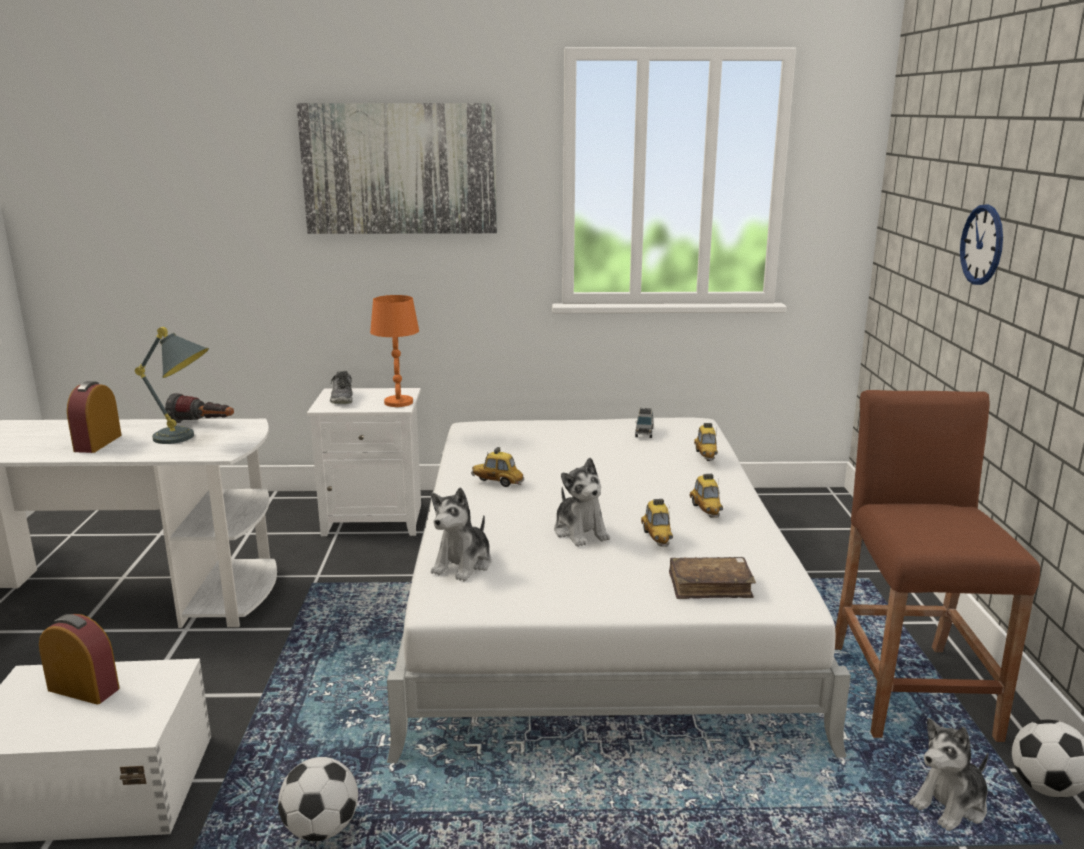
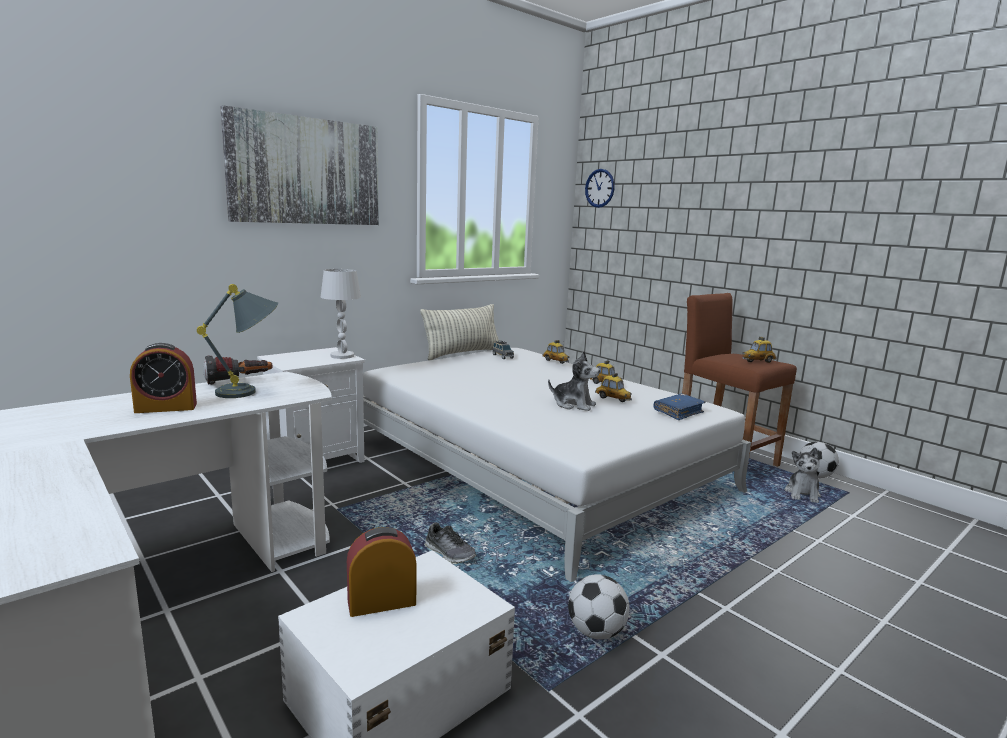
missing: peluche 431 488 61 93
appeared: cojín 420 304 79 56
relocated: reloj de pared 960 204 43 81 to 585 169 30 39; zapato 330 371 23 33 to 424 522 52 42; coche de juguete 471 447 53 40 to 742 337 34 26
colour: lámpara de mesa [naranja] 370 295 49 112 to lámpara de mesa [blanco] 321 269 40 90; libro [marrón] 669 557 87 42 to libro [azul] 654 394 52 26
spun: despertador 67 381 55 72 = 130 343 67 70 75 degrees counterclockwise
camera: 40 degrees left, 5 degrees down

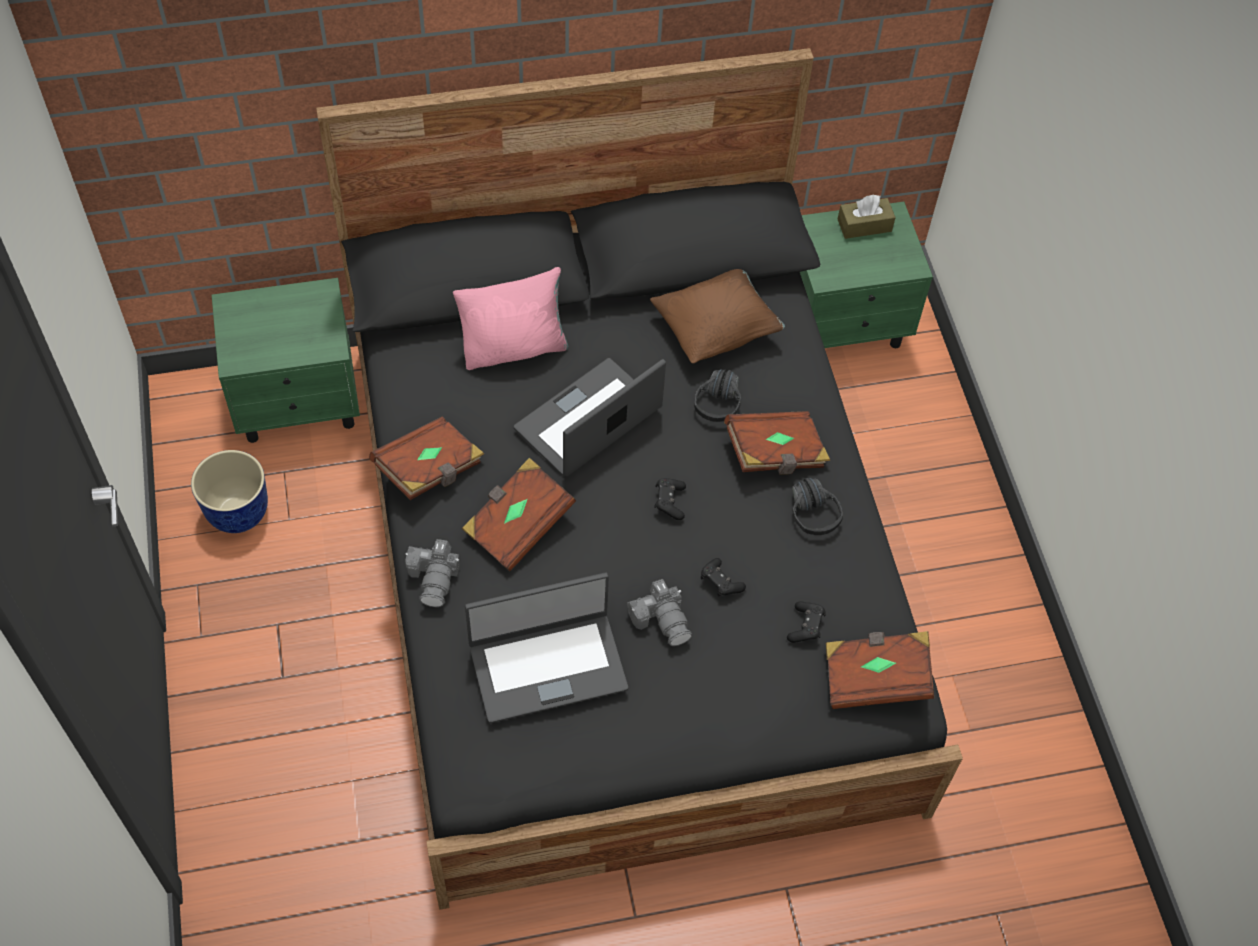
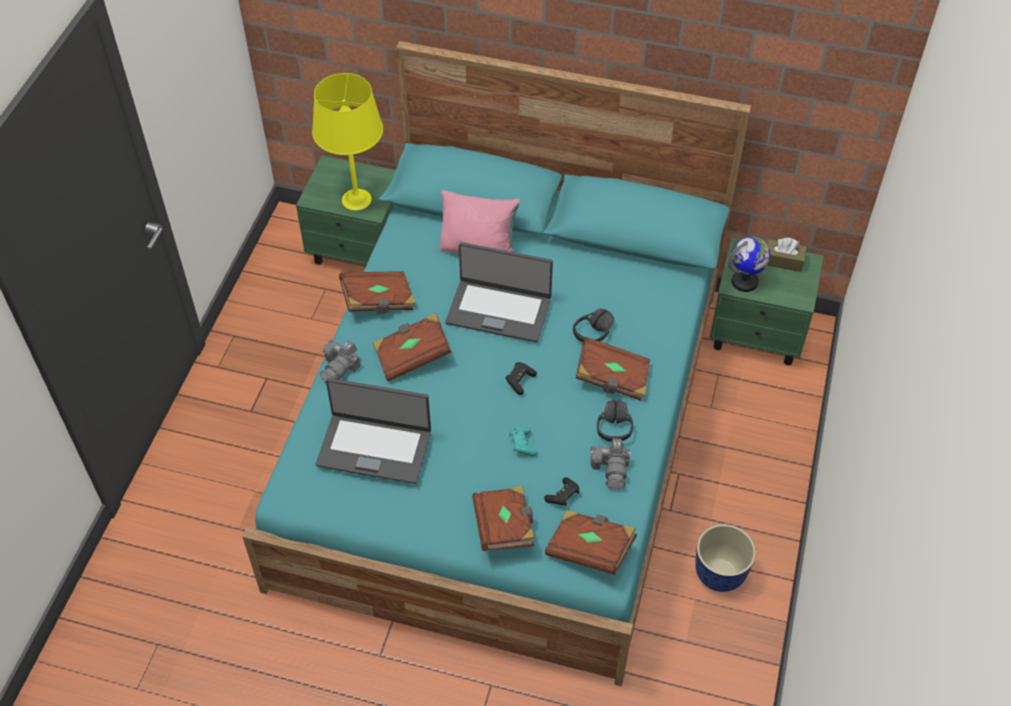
missing: cojín [marrón] 650 269 135 94
appeared: lámpara de mesa [amarillo] 312 73 71 138; globo terráqueo 728 236 42 56; libro [marrón] 472 486 62 65
relocated: maceta 191 450 77 83 to 695 524 61 68; cámara 627 579 65 67 to 591 439 40 50
colour: cama [negro] 316 48 647 862 to cama [turquesa] 242 41 509 645; mando de consola [negro] 701 558 45 39 to mando de consola [turquesa] 509 427 28 29
spun: portátil 513 358 153 118 = 445 242 108 100 150 degrees counterclockwise
camera: 30 degrees right, 5 degrees down

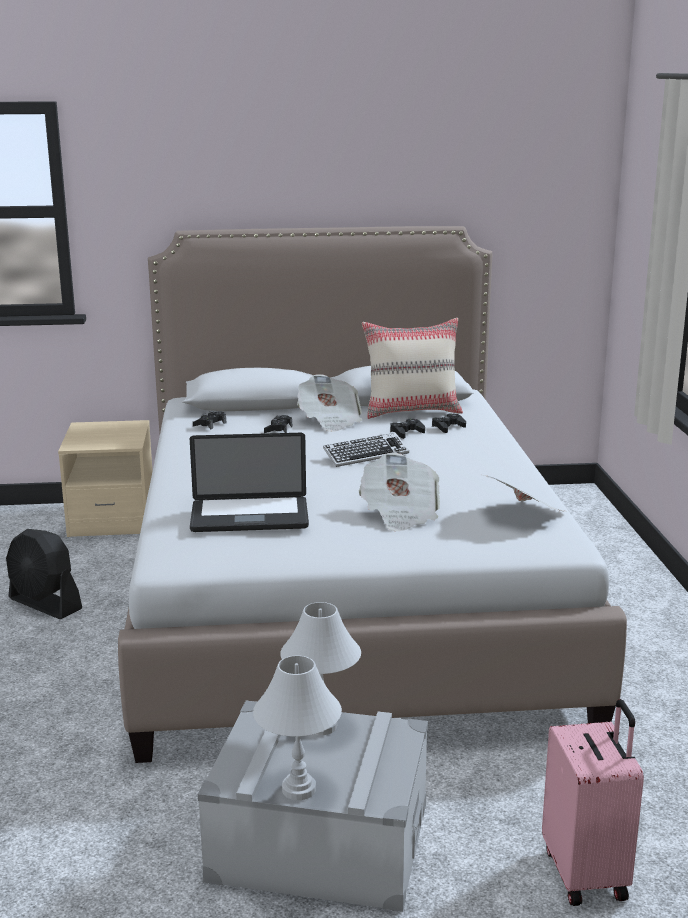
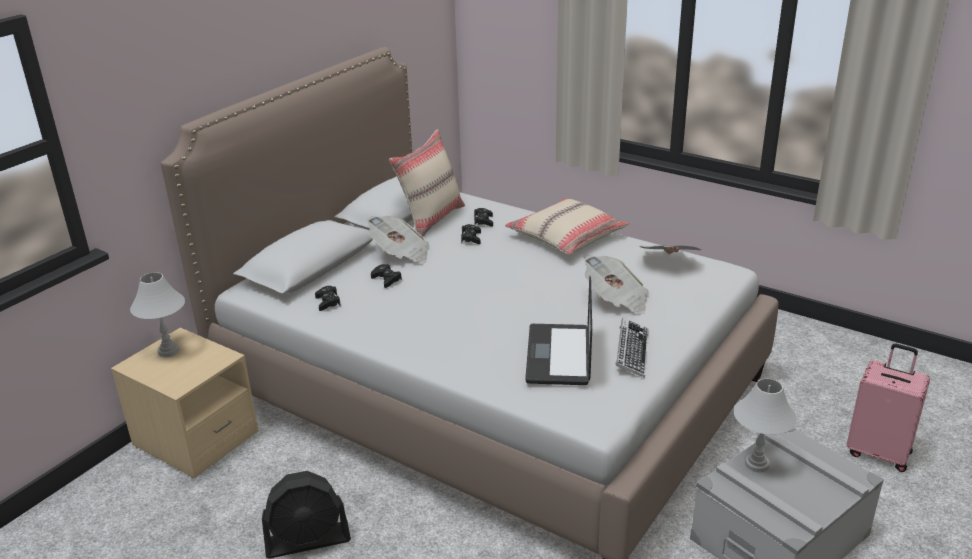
appeared: cojín [beis] 505 197 124 58
relocated: teclado 323 433 86 34 to 615 318 34 60; lámpara de mesa [blanco] 253 655 89 145 to 130 272 55 85
spun: portátil 190 433 119 99 = 525 276 67 109 150 degrees clockwise
camera: 50 degrees left, 10 degrees up

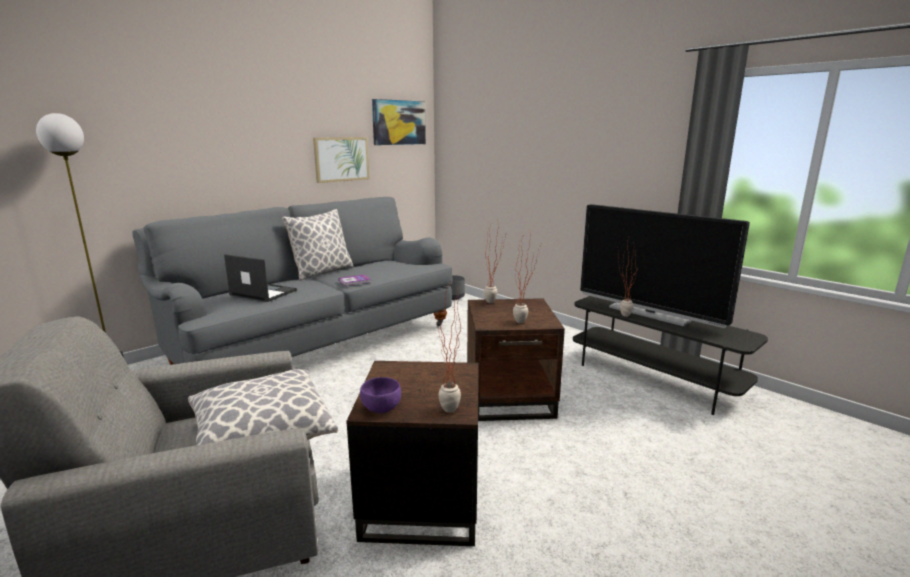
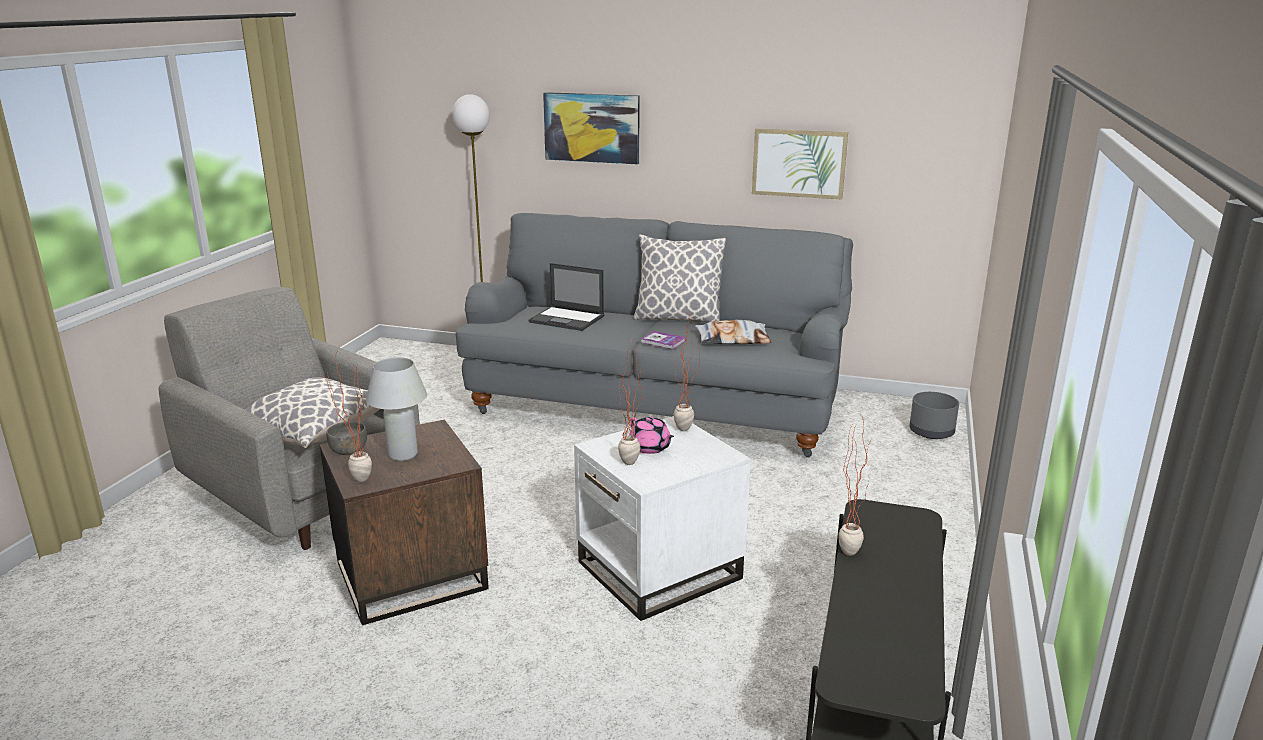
missing: televisor 580 204 170 124
appeared: cojín 695 320 76 24; lámpara de mesa [blanco] 366 357 61 104; tetera [rosa] 629 417 45 37
relocated: cuadro 372 99 54 46 to 543 92 96 72
colour: mesa auxiliar [marrón] 467 298 98 123 to mesa auxiliar [blanco] 574 416 177 205; cuenco [morado] 360 377 41 36 to cuenco [gris] 326 421 41 34
spun: portátil 224 254 73 48 = 528 263 76 68 120 degrees clockwise
camera: 60 degrees right, 5 degrees up

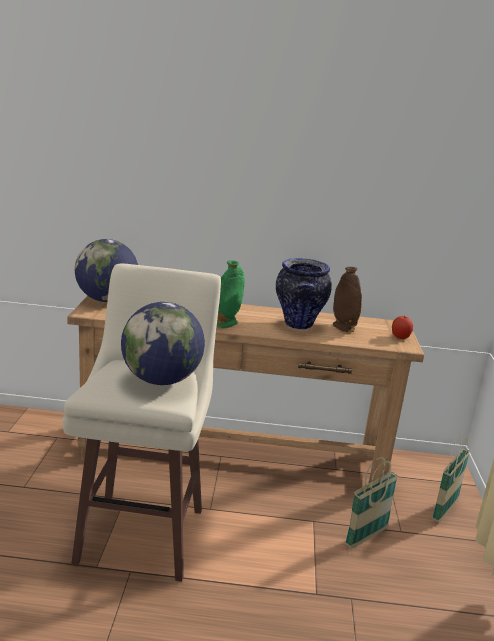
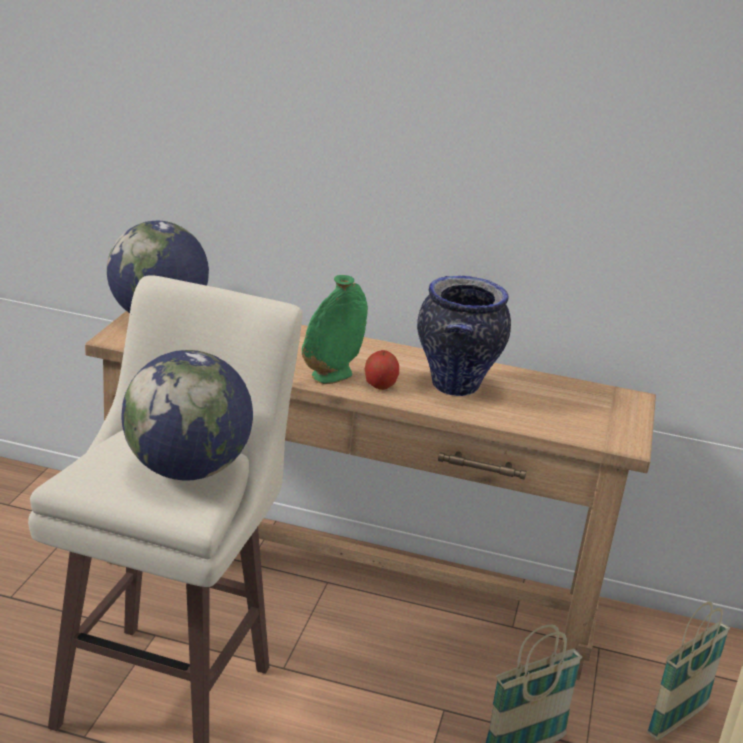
missing: florero [marrón] 333 267 29 66
relocated: manzana 392 316 21 23 to 364 350 35 40
camera: 10 degrees right, 5 degrees up

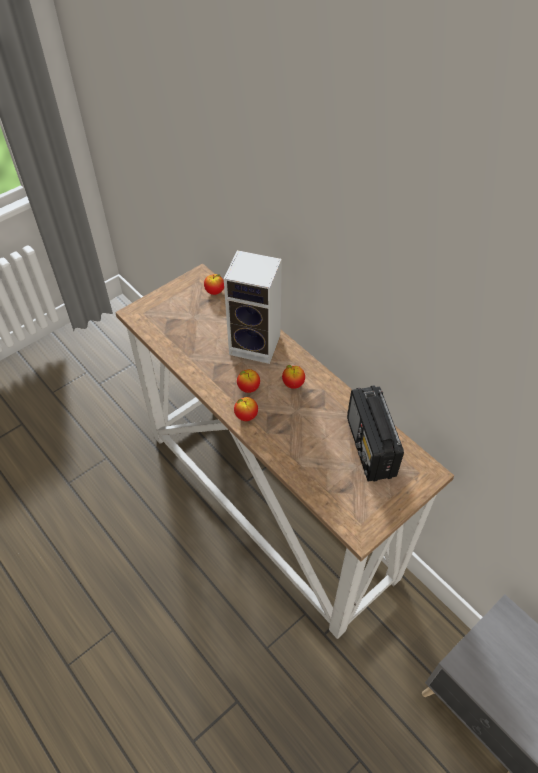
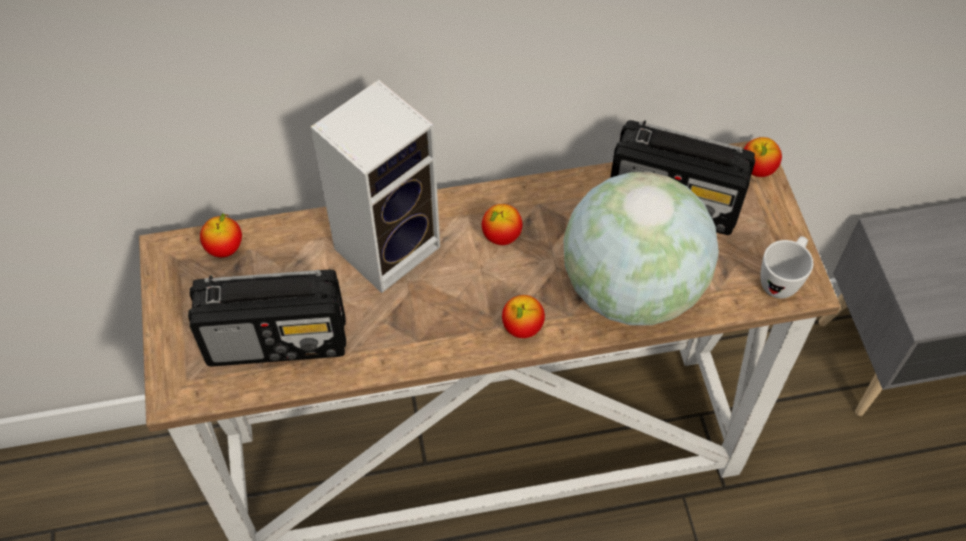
appeared: globo terráqueo 564 172 155 153; taza grande [blanco] 760 236 53 62; radio 188 270 158 97
relocated: manzana 237 369 23 24 to 744 137 38 40
camera: 60 degrees left, 5 degrees up

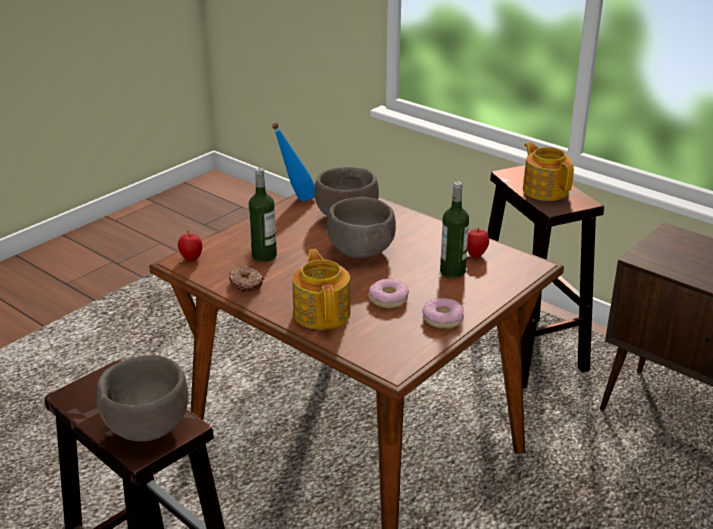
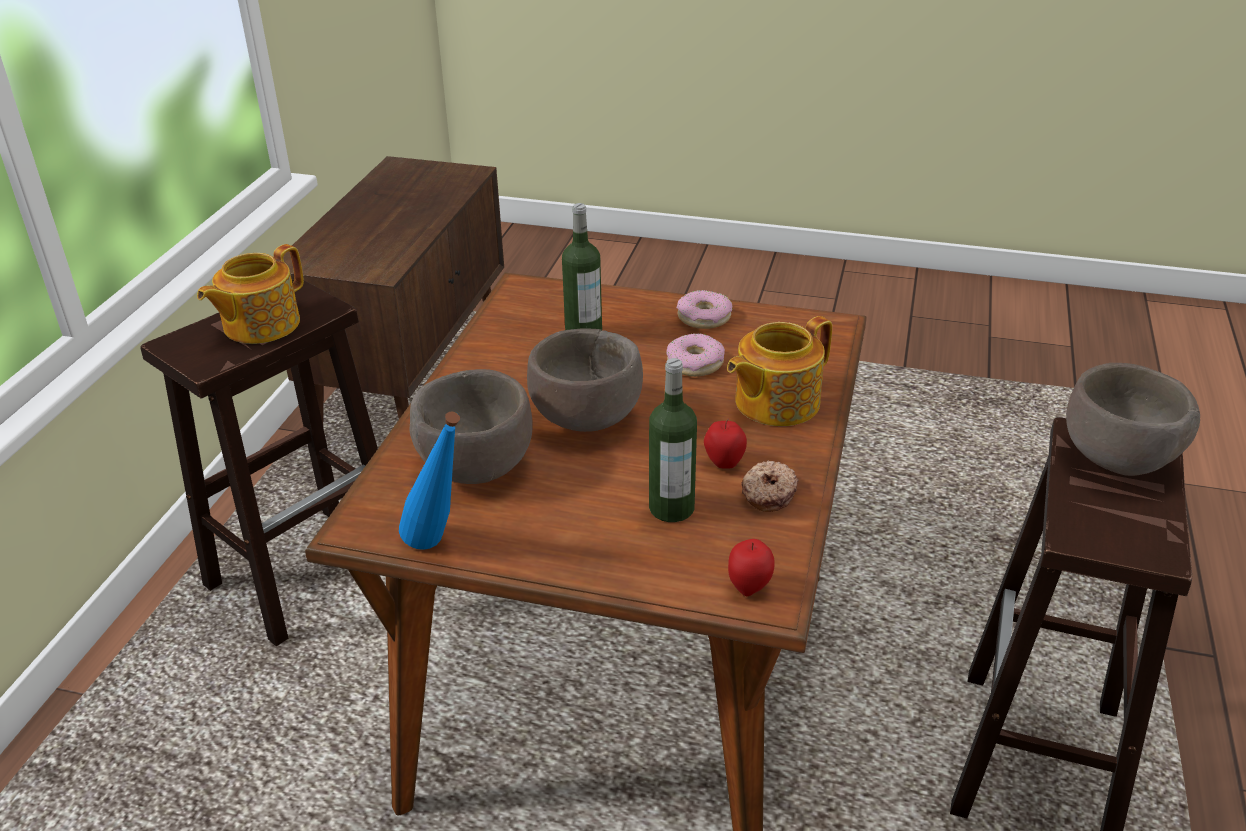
relocated: manzana 467 228 22 30 to 704 418 43 51
camera: 115 degrees left, 5 degrees up

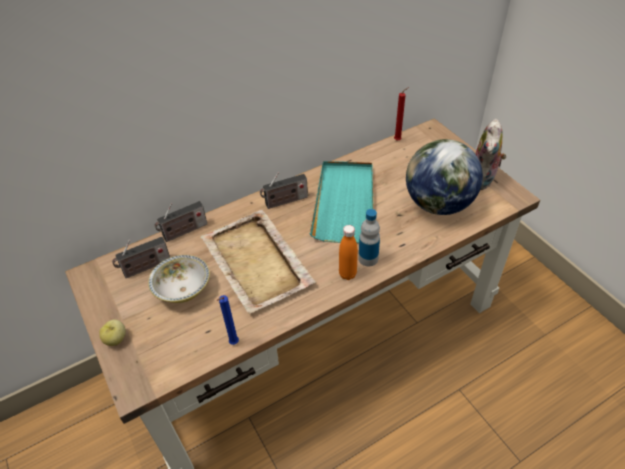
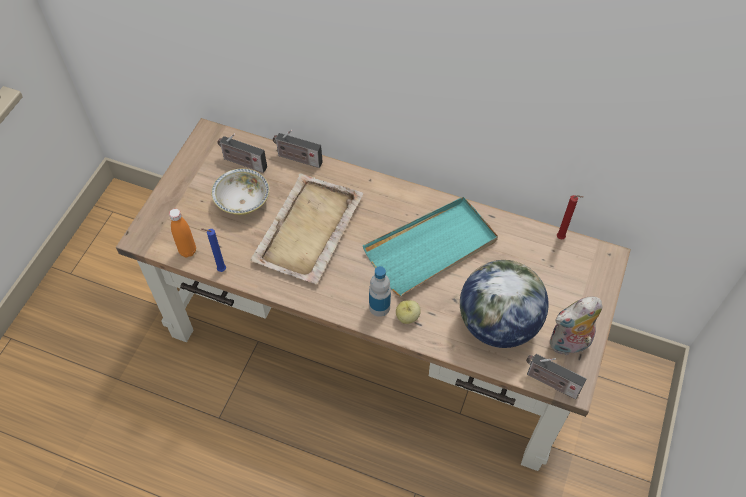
relocated: radio 260 172 48 37 to 526 354 60 45; botella [naranja] 339 225 19 55 to 169 209 27 48; manzana 99 319 27 27 to 396 300 25 24
camera: 50 degrees right, 10 degrees up

